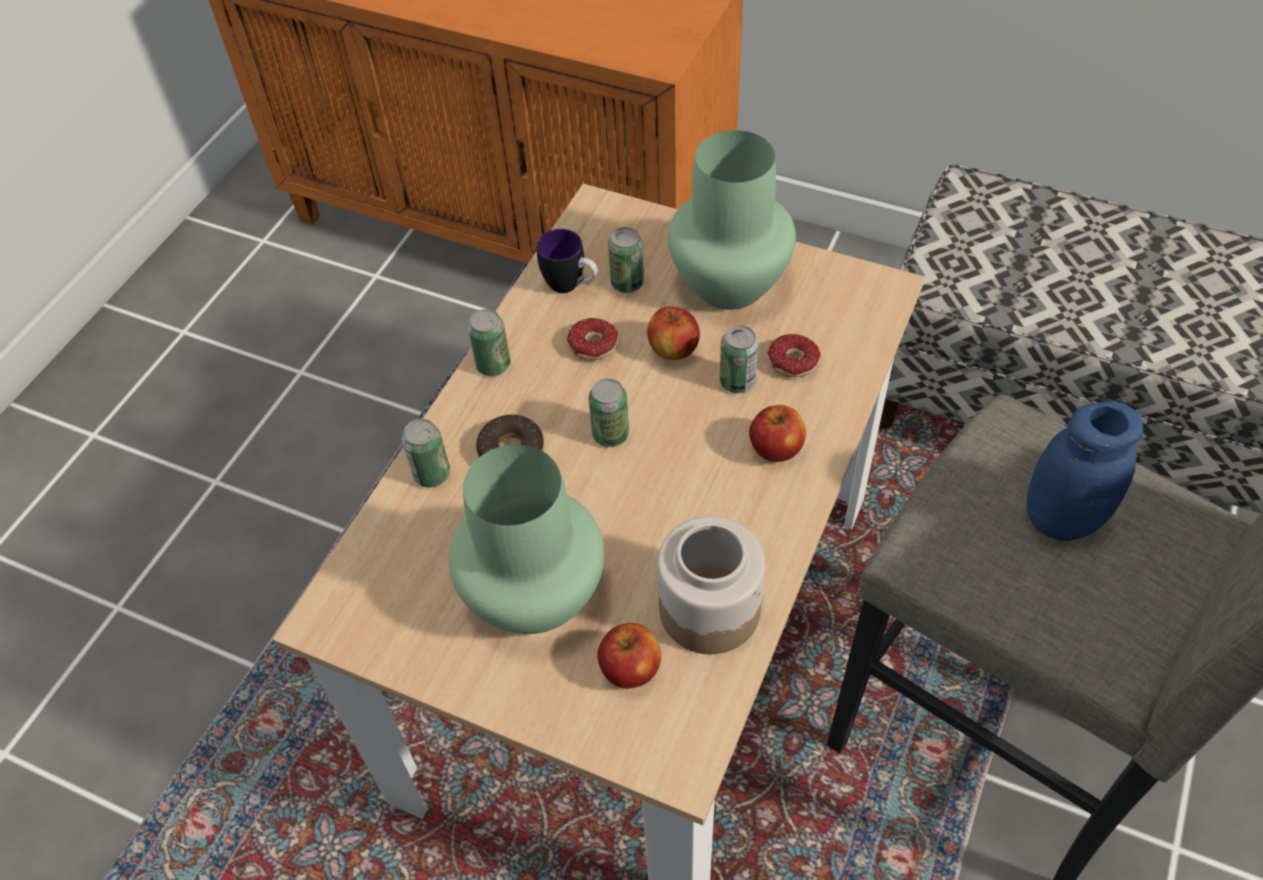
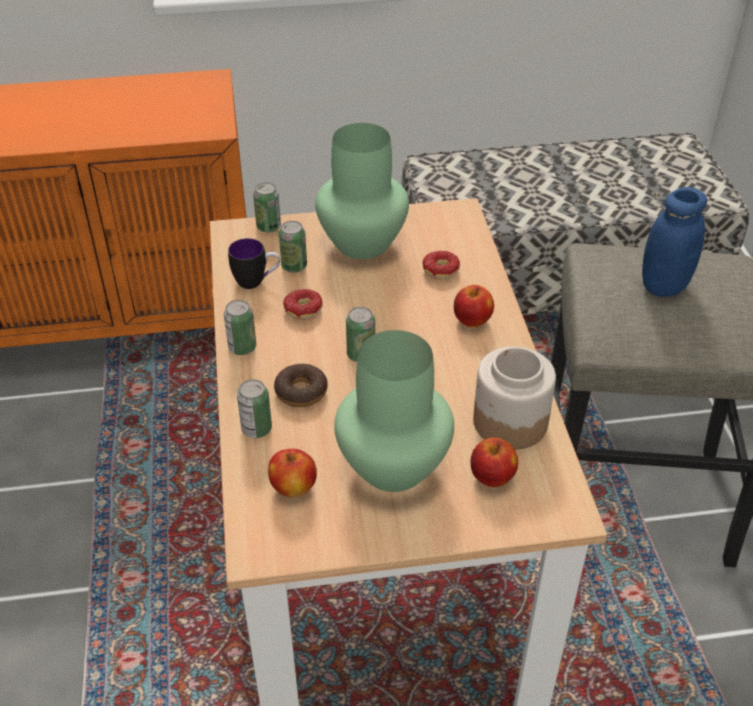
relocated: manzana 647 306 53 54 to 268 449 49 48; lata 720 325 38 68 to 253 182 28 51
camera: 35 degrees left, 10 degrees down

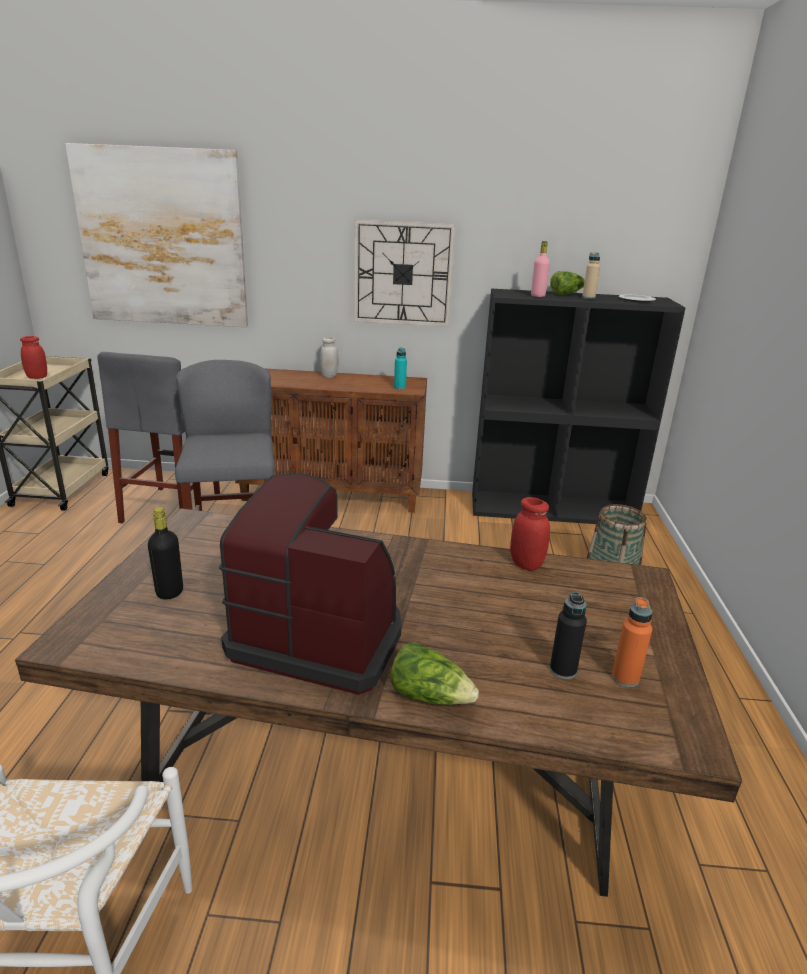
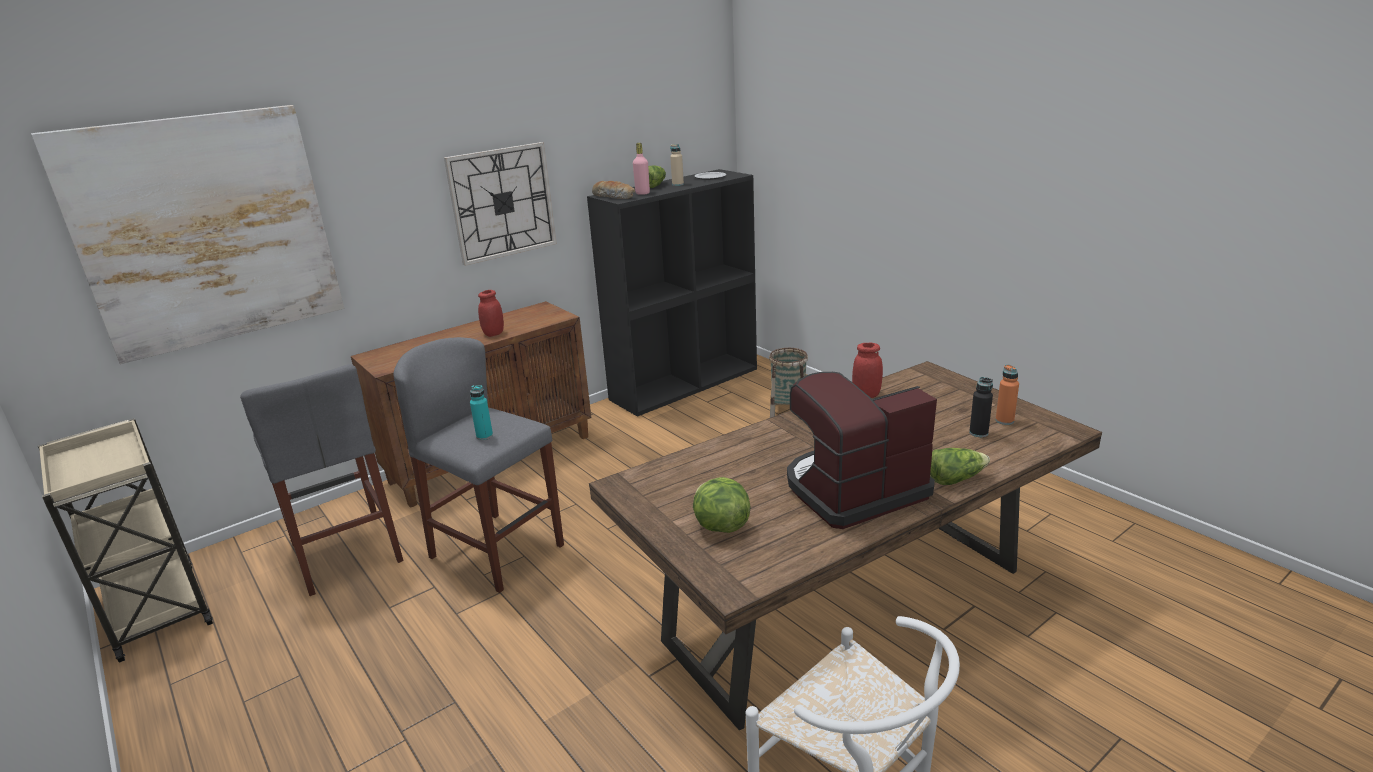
missing: tarro [blanco] 320 337 19 41
appeared: pan 592 181 43 18
relocated: tarro [rojo] 20 336 27 43 to 478 290 26 47; botella [turquesa] 394 348 13 42 to 470 385 23 55
exchanged: botella [negro] 148 507 35 92 to lechuga 693 477 58 56
camera: 40 degrees left, 0 degrees up

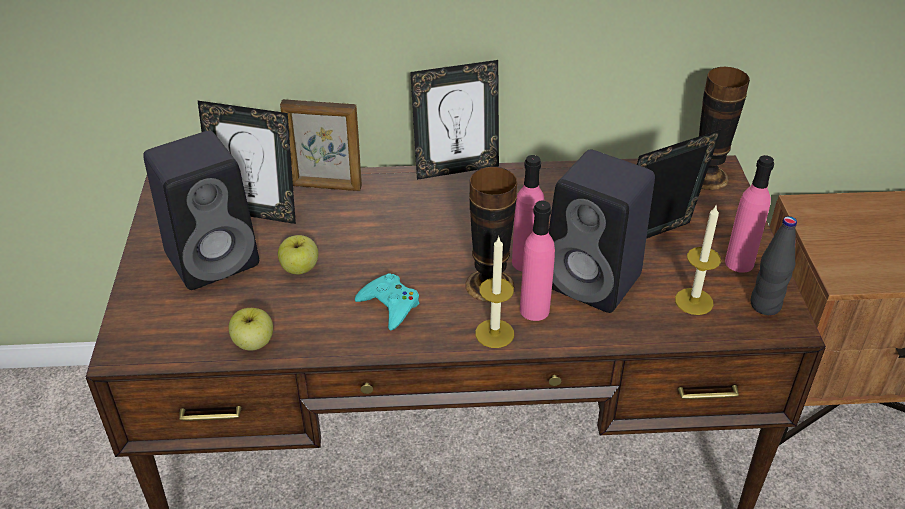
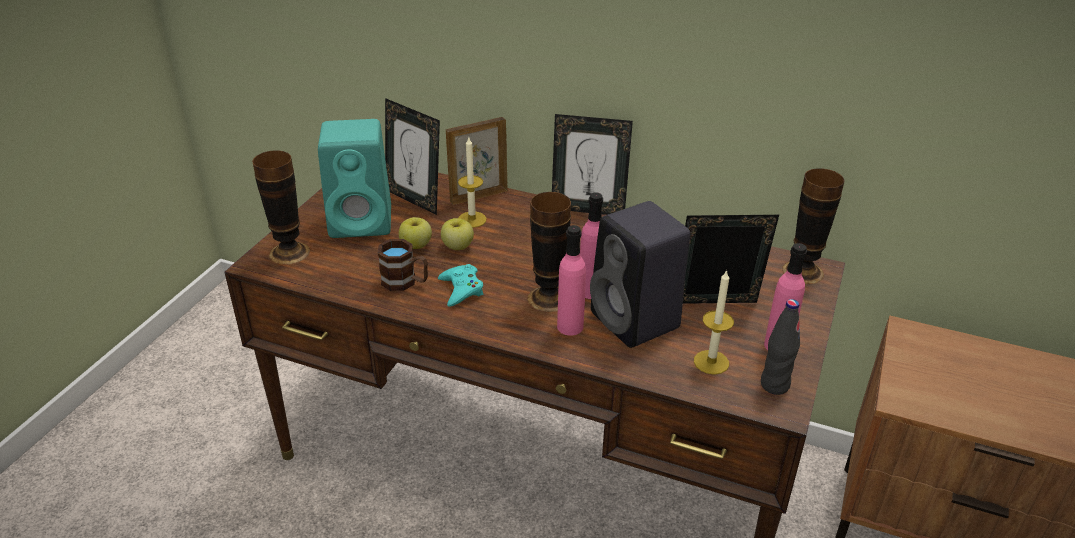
appeared: florero 252 150 58 115; taza grande [marrón] 378 239 50 52
relocated: vela 475 236 39 112 to 458 137 29 91; manzana 229 308 44 43 to 441 218 33 32
colour: altavoz [negro] 143 131 116 159 to altavoz [turquesa] 318 119 73 119
spun: portarretratos 280 99 82 92 = 446 117 62 88 120 degrees clockwise
camera: 25 degrees right, 5 degrees down

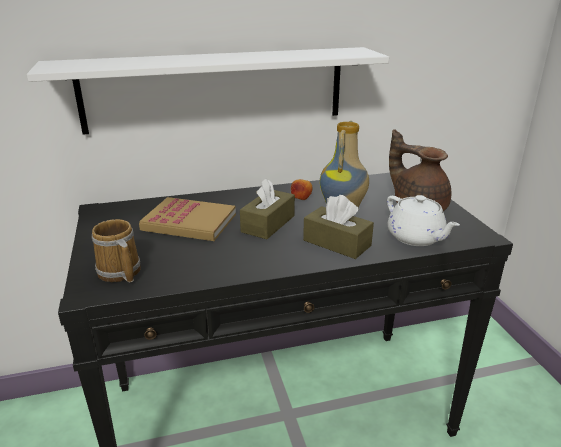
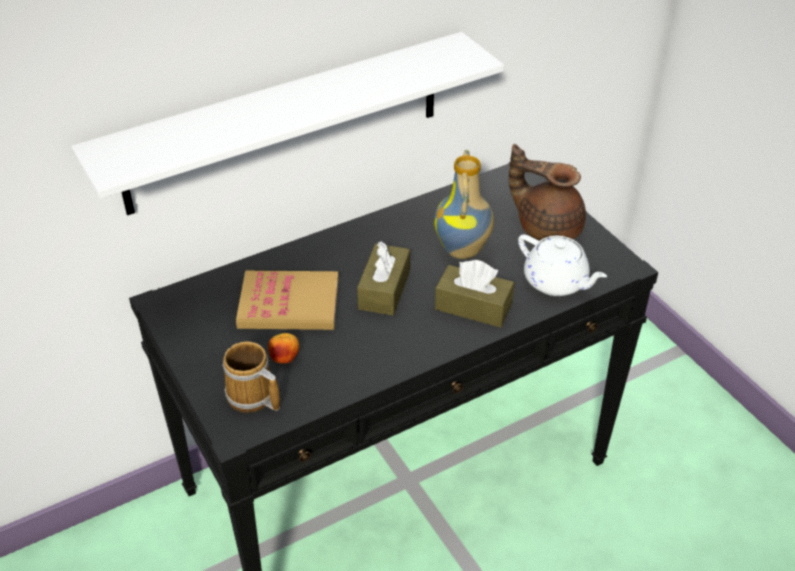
relocated: manzana 291 179 22 21 to 268 333 31 31
camera: 15 degrees left, 15 degrees up

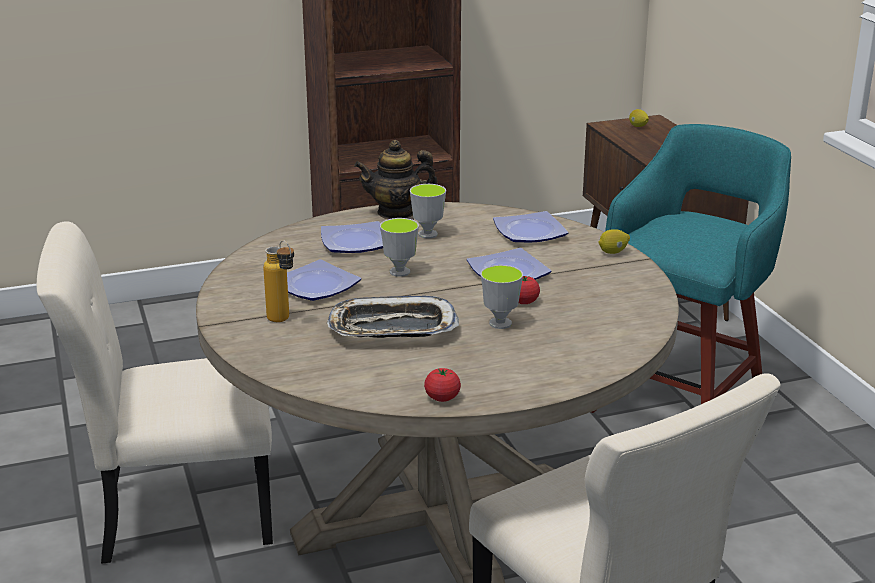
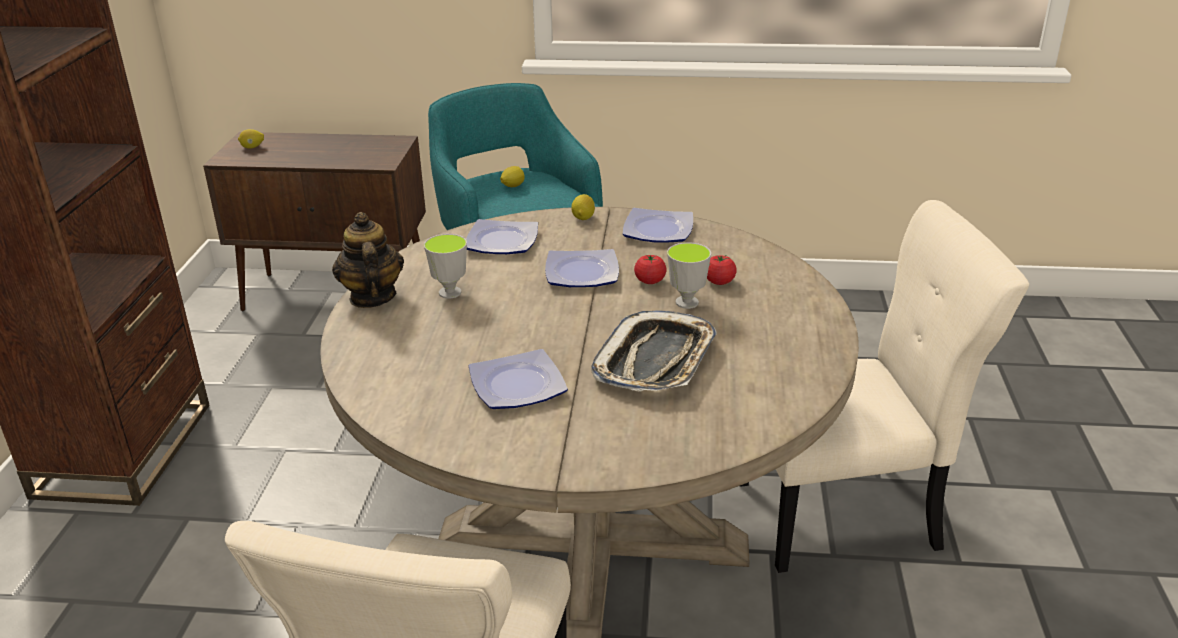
missing: taza 380 218 39 59; botella 263 240 31 82
appeared: limón 500 166 24 21
relocated: plato 321 221 62 32 to 622 208 71 35; tomate 424 368 37 34 to 707 255 30 30
spun: tetera 354 140 84 79 = 332 212 72 96 150 degrees clockwise
camera: 65 degrees left, 5 degrees up

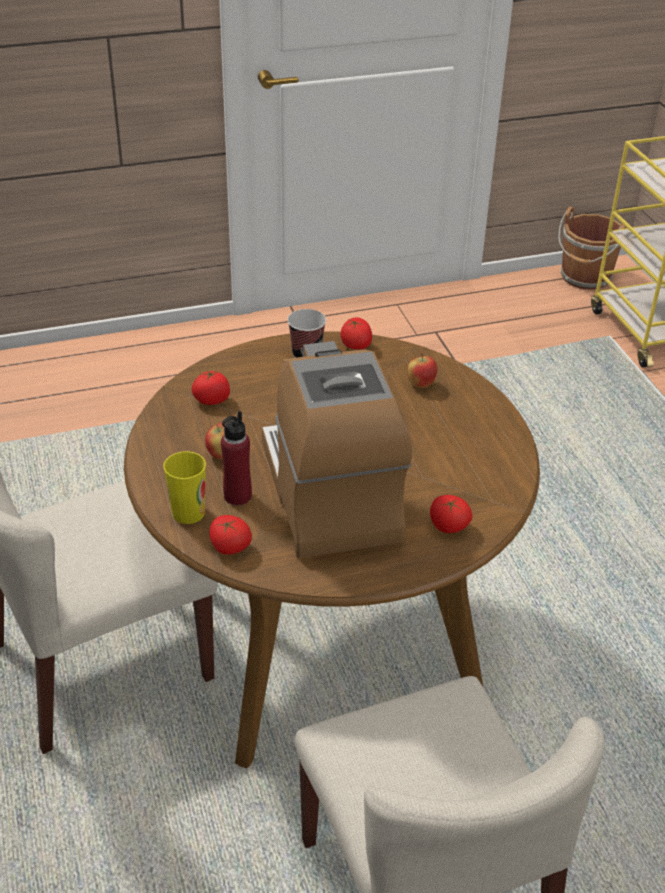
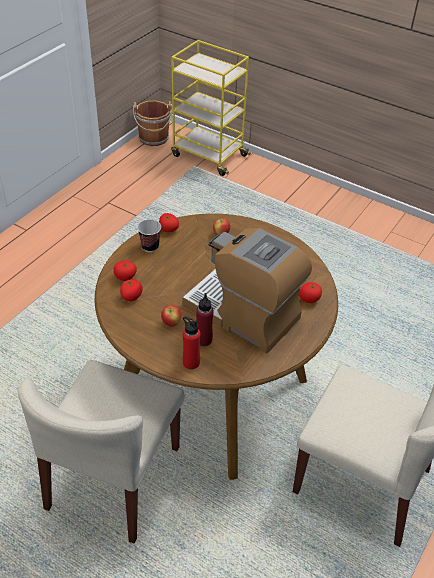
relocated: tomate 209 515 43 40 to 113 260 24 21
exchanged: taza 164 451 42 73 to botella [rojo] 183 317 18 52
camera: 40 degrees left, 5 degrees up

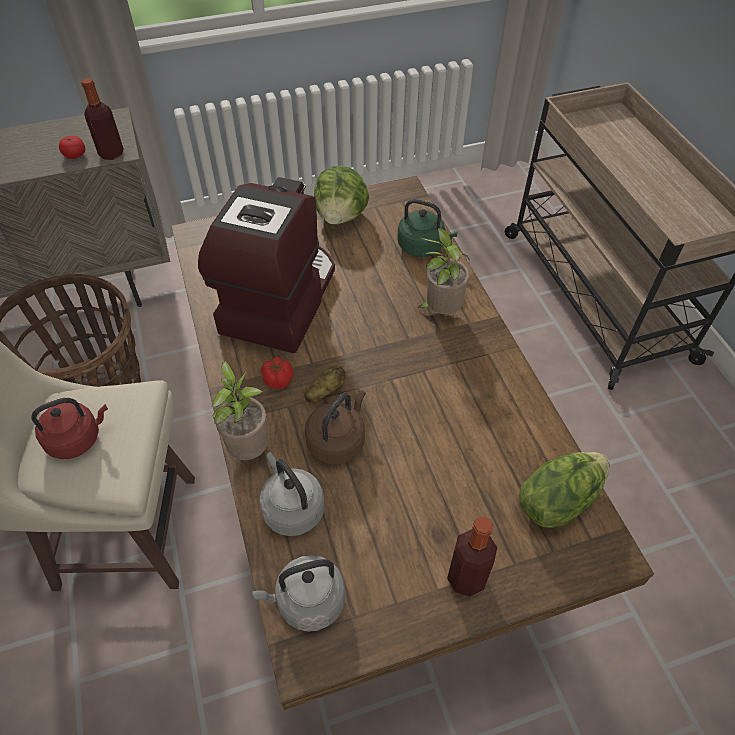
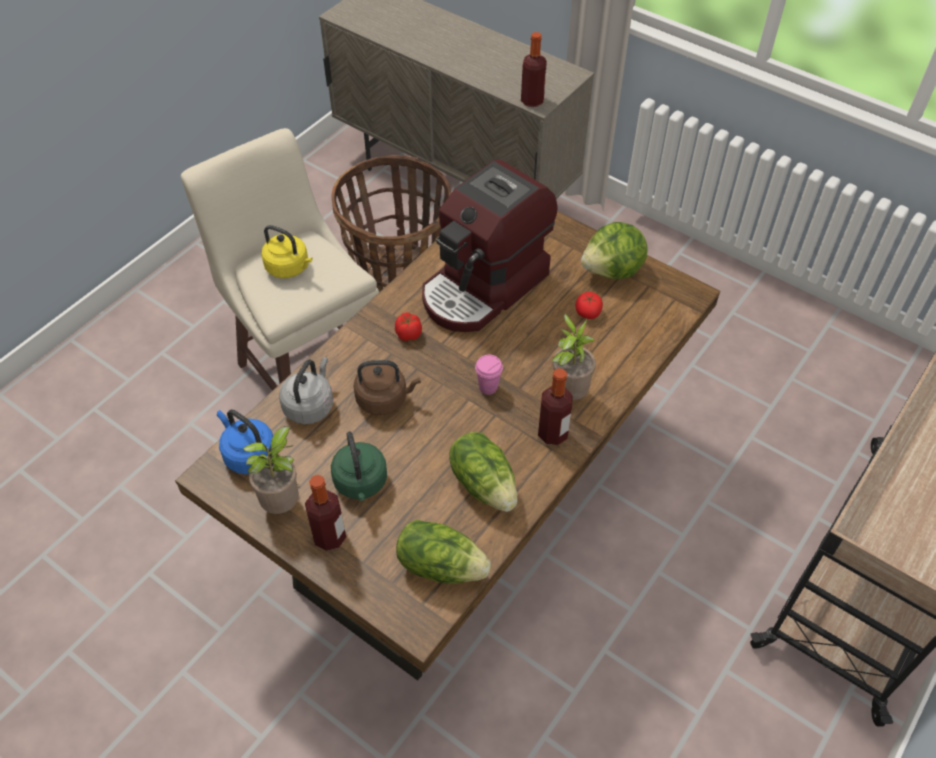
missing: patata 304 366 42 36
appeared: taza [rosa] 475 355 28 40; botella 538 368 35 77; lechuga 449 432 69 80
relocated: tomate 59 136 26 23 to 575 292 28 27; hervidor [verde] 397 199 61 58 to 331 432 56 69; planta en maceta 212 361 56 99 to 243 426 56 88
colour: hervidor [rojo] 31 398 77 61 to hervidor [amarillo] 261 225 51 53; hervidor [gris] 252 555 94 77 to hervidor [azul] 217 410 56 64
spun: cafetera 198 177 137 176 = 422 159 136 173 150 degrees clockwise
camera: 55 degrees right, 0 degrees up

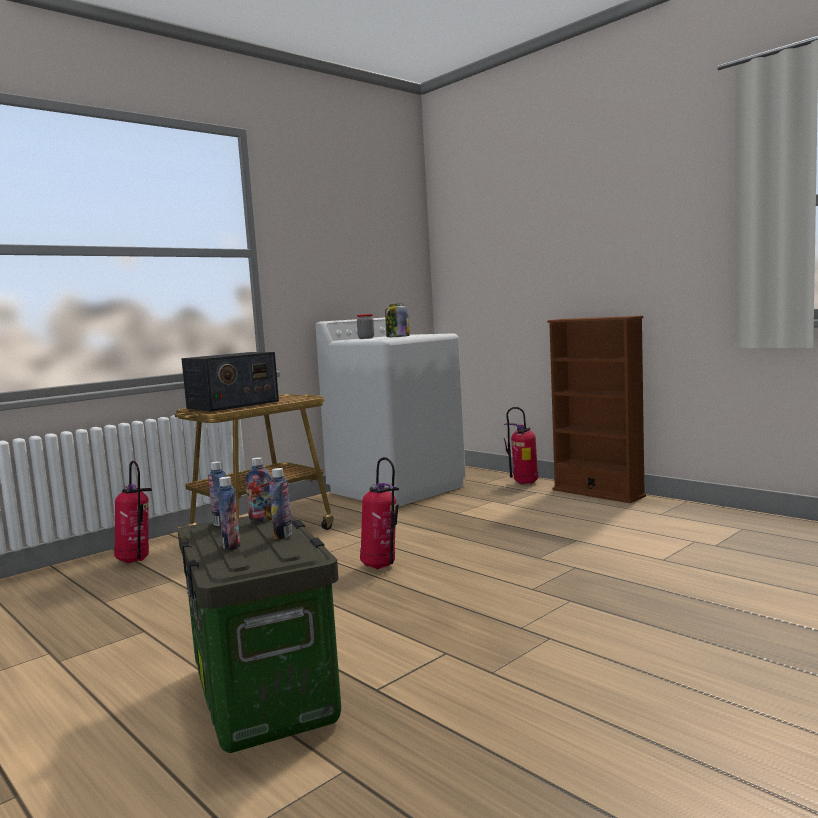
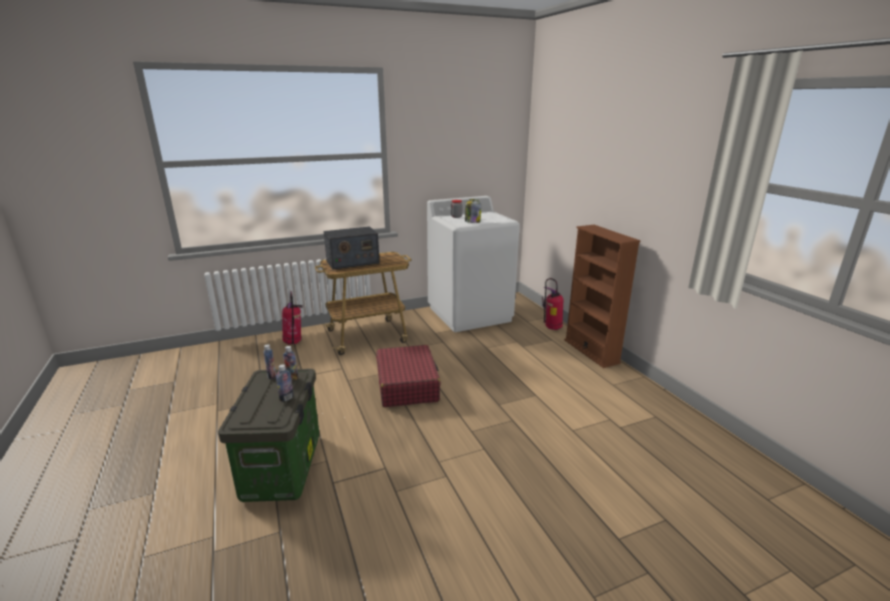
missing: botella 218 476 22 74
exchanged: extintor 360 457 39 112 to maleta [rojo] 376 345 65 62
camera: 20 degrees right, 15 degrees up

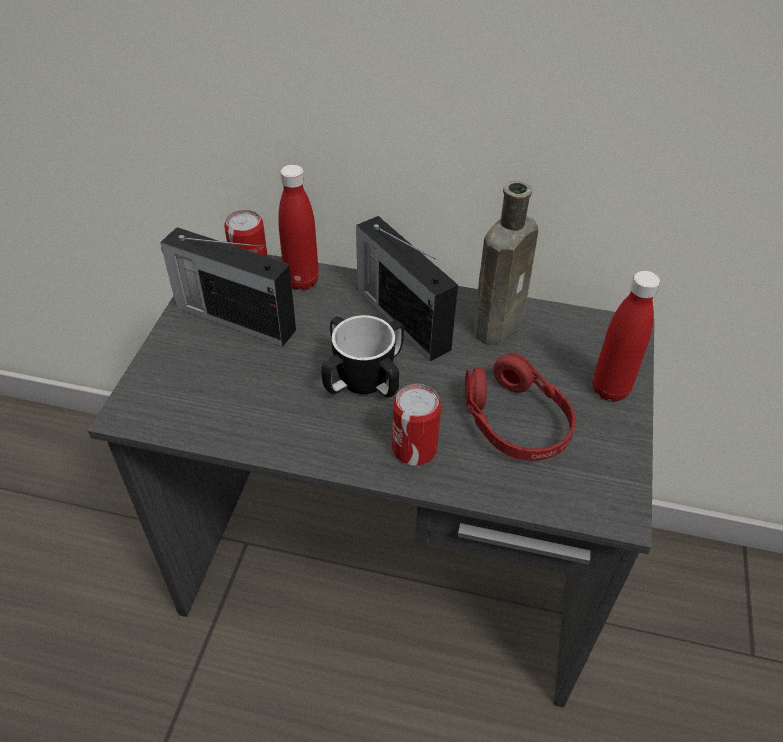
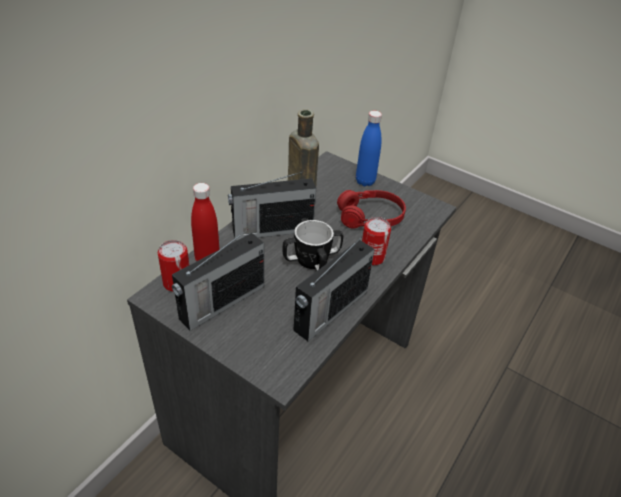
appeared: radio 293 237 82 104
colour: botella [rojo] 593 271 67 131 to botella [azul] 356 111 26 75
camera: 70 degrees left, 5 degrees down

